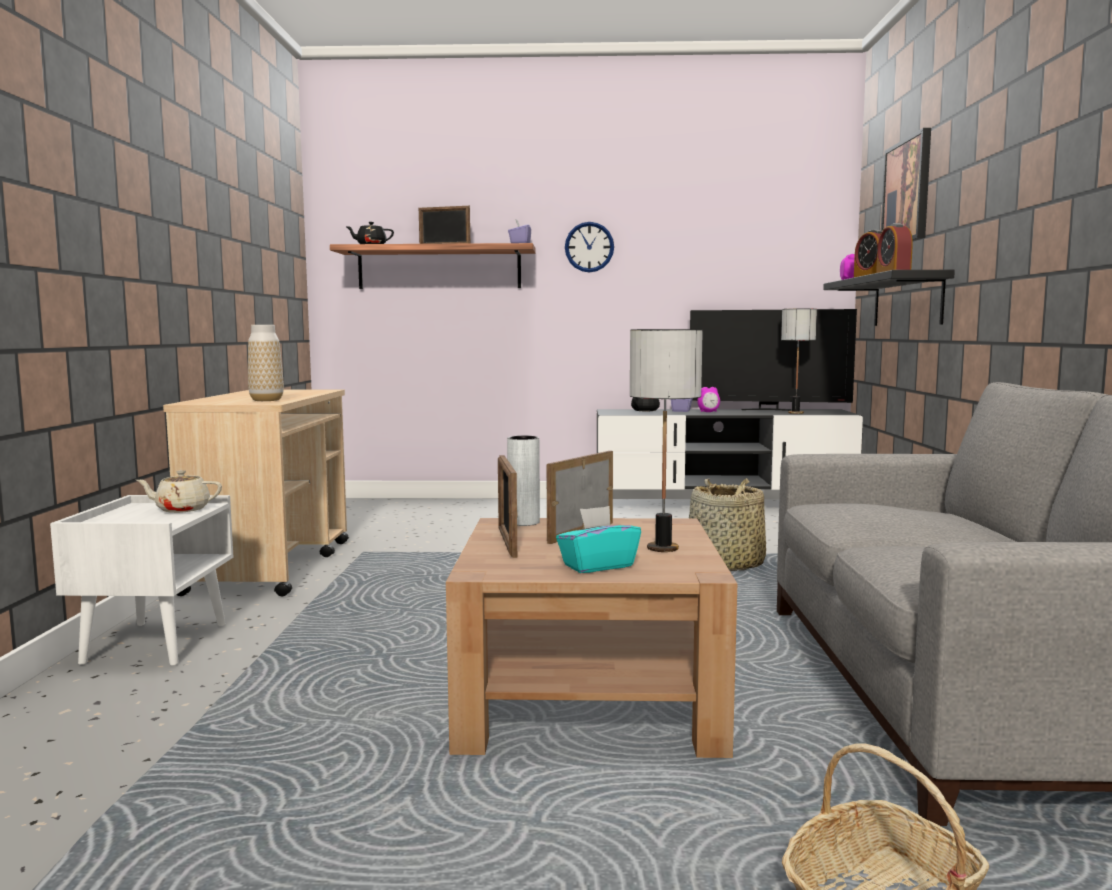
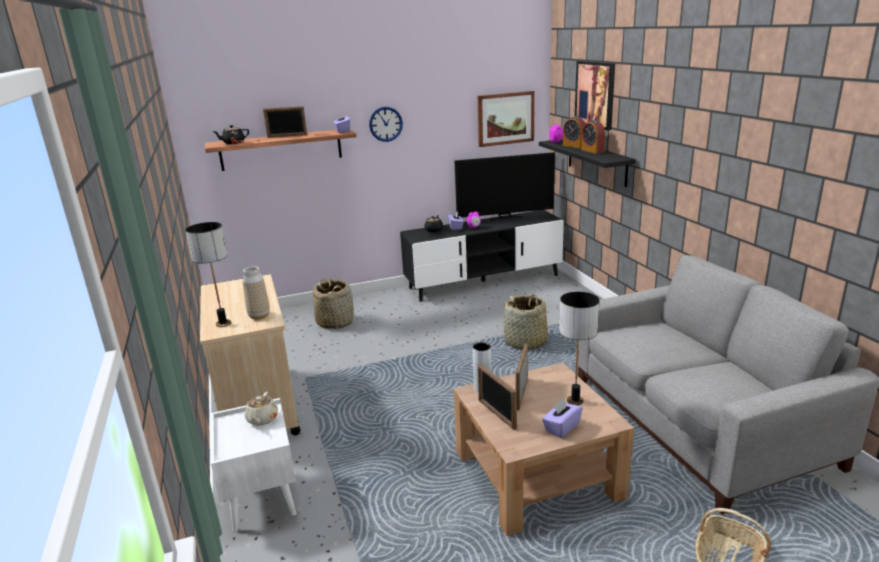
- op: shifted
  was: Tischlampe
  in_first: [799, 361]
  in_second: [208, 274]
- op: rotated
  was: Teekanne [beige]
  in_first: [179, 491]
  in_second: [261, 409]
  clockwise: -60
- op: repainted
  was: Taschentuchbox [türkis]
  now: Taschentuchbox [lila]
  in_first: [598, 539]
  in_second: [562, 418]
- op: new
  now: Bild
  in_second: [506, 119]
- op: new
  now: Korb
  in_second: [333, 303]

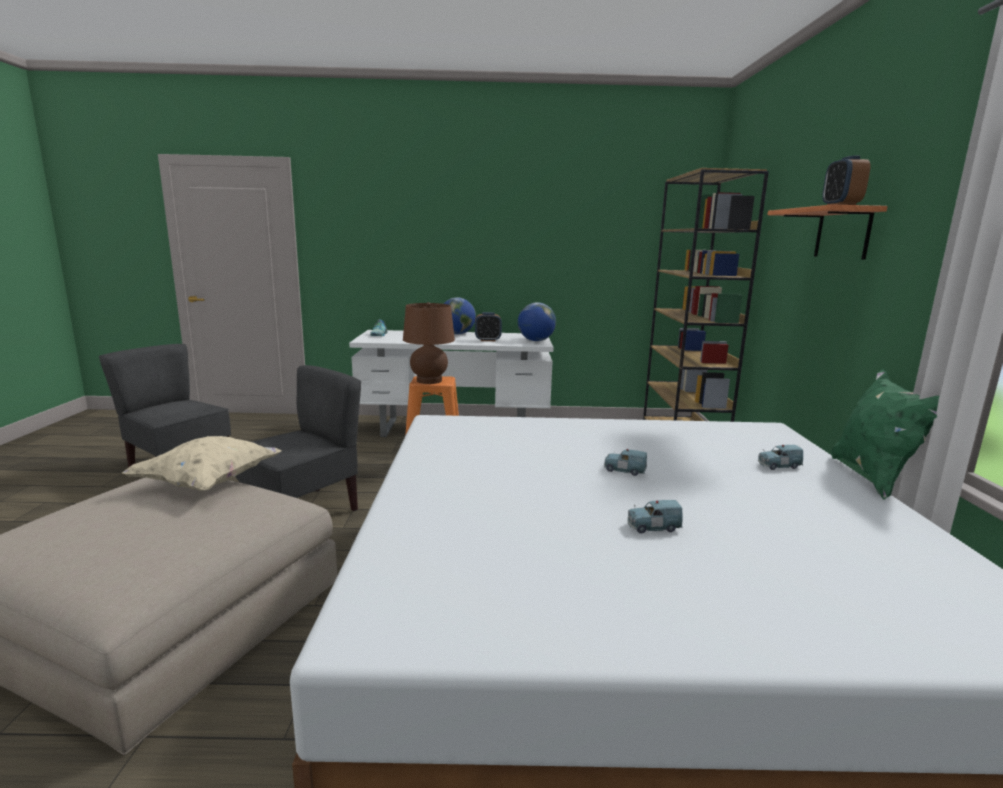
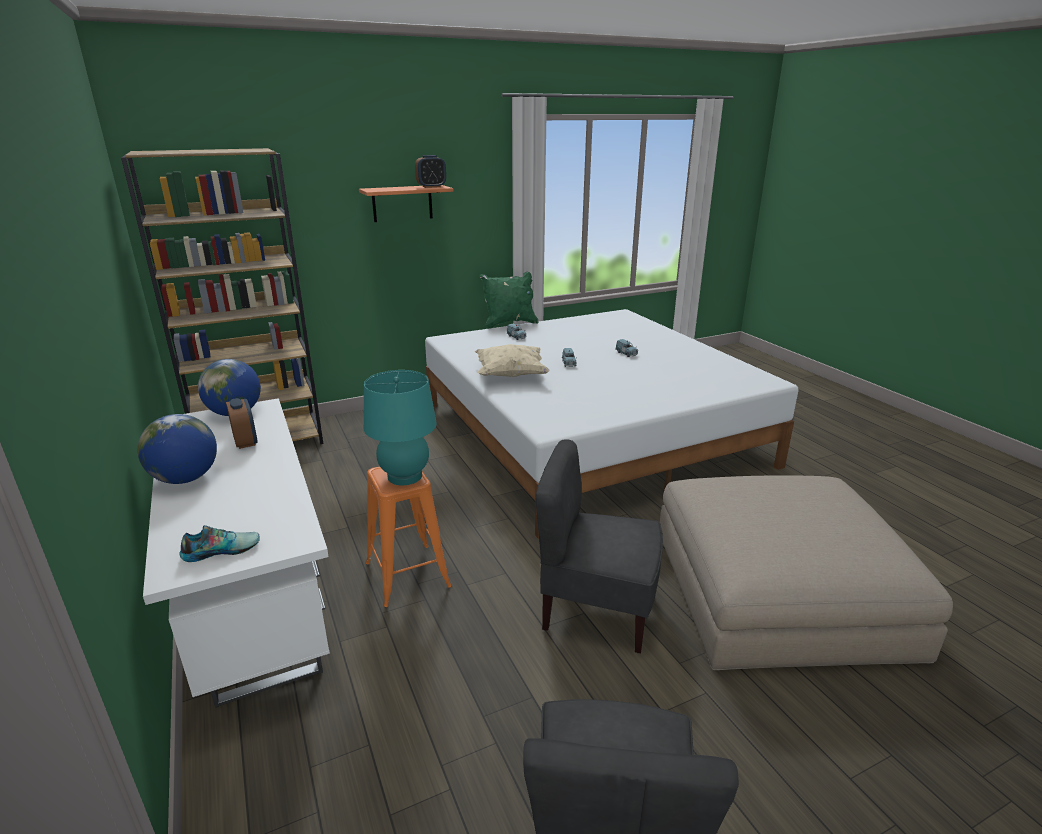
- op: repainted
  was: Tischlampe [braun]
  now: Tischlampe [türkis]
  in_first: [429, 343]
  in_second: [400, 427]
- op: shifted
  was: Kissen [beige]
  in_first: [202, 463]
  in_second: [512, 360]

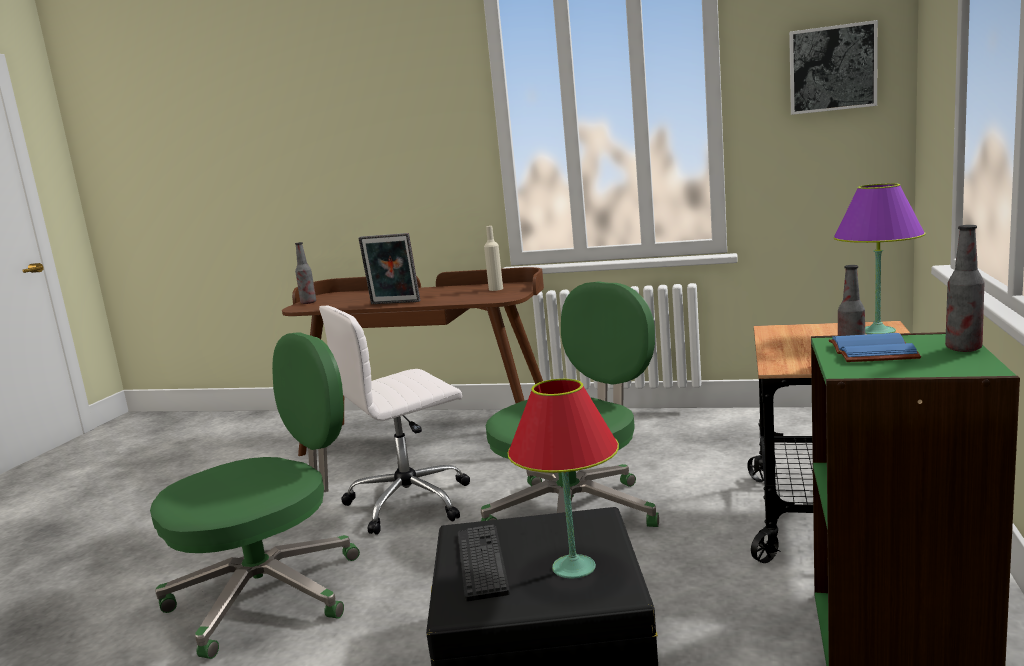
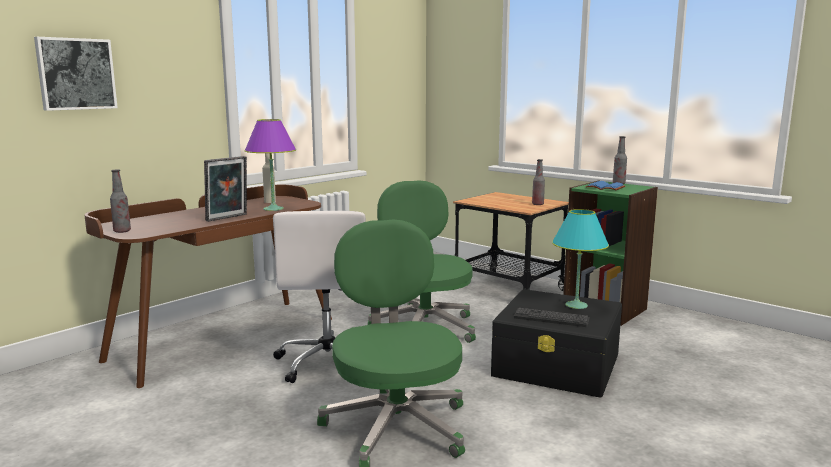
- op: shifted
  was: Bild
  in_first: [833, 67]
  in_second: [76, 74]
- op: shifted
  was: Tischlampe [lila]
  in_first: [879, 258]
  in_second: [270, 165]
- op: repainted
  was: Tischlampe [rot]
  now: Tischlampe [türkis]
  in_first: [563, 478]
  in_second: [580, 259]

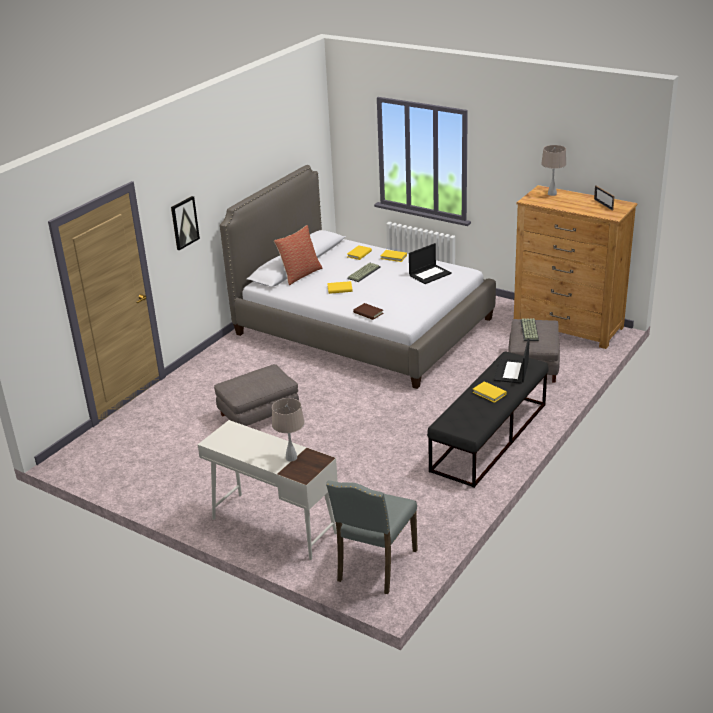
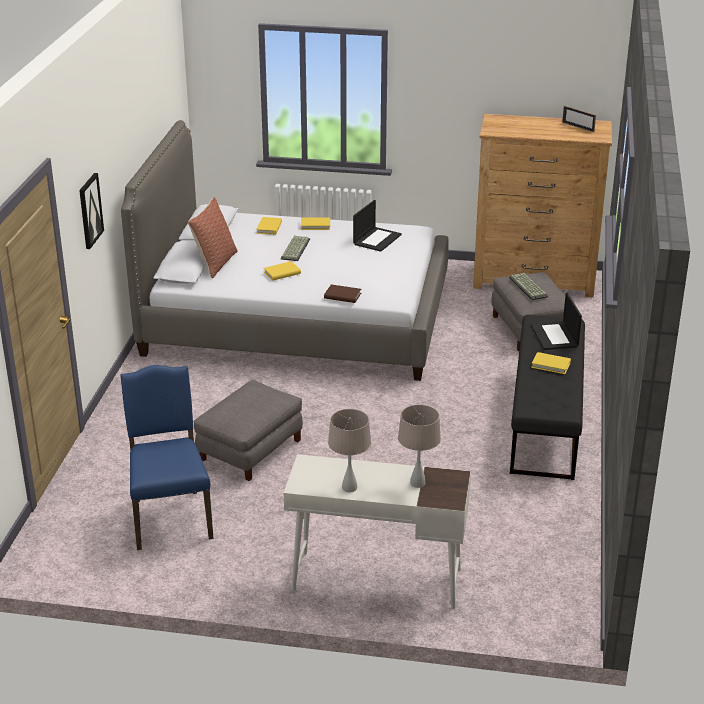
- op: shifted
  was: Tischlampe [beige]
  in_first: [553, 170]
  in_second: [349, 450]
- op: gone
  was: Stuhl [grau]
  in_first: [372, 537]
- op: new
  now: Stuhl [blau]
  in_second: [167, 457]

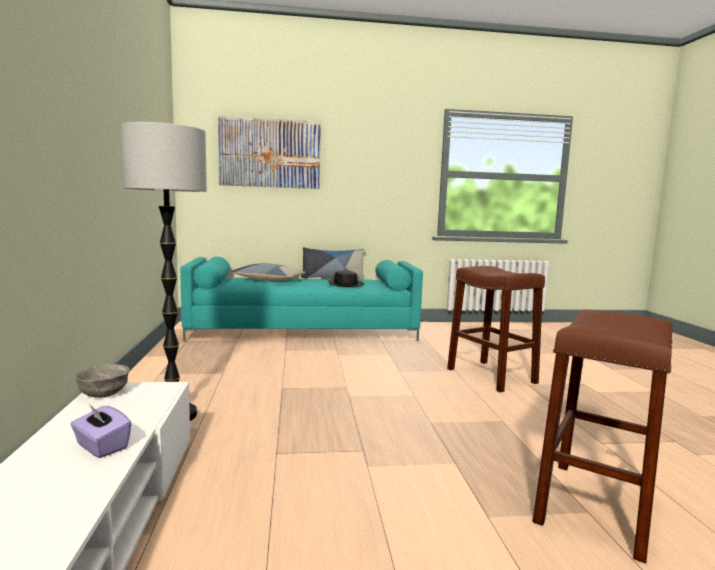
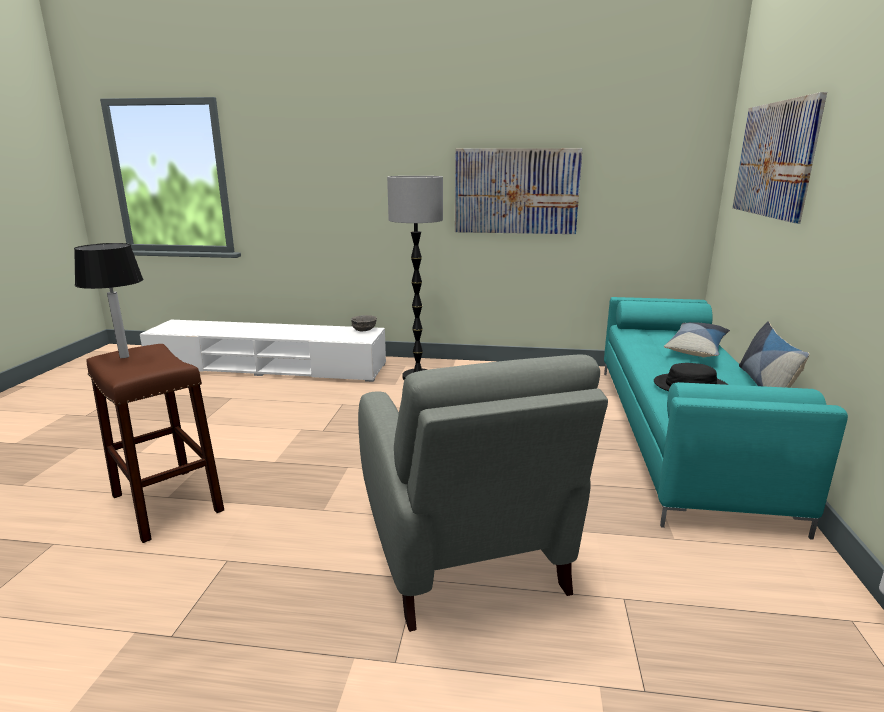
- op: swapped
  was: Hocker [braun]
  now: Sessel [grau]
  in_first: [496, 329]
  in_second: [483, 493]
- op: gone
  was: Taschentuchbox [lila]
  in_first: [100, 431]
- op: new
  now: Bild
  in_second: [519, 191]
- op: new
  now: Tischlampe
  in_second: [108, 300]

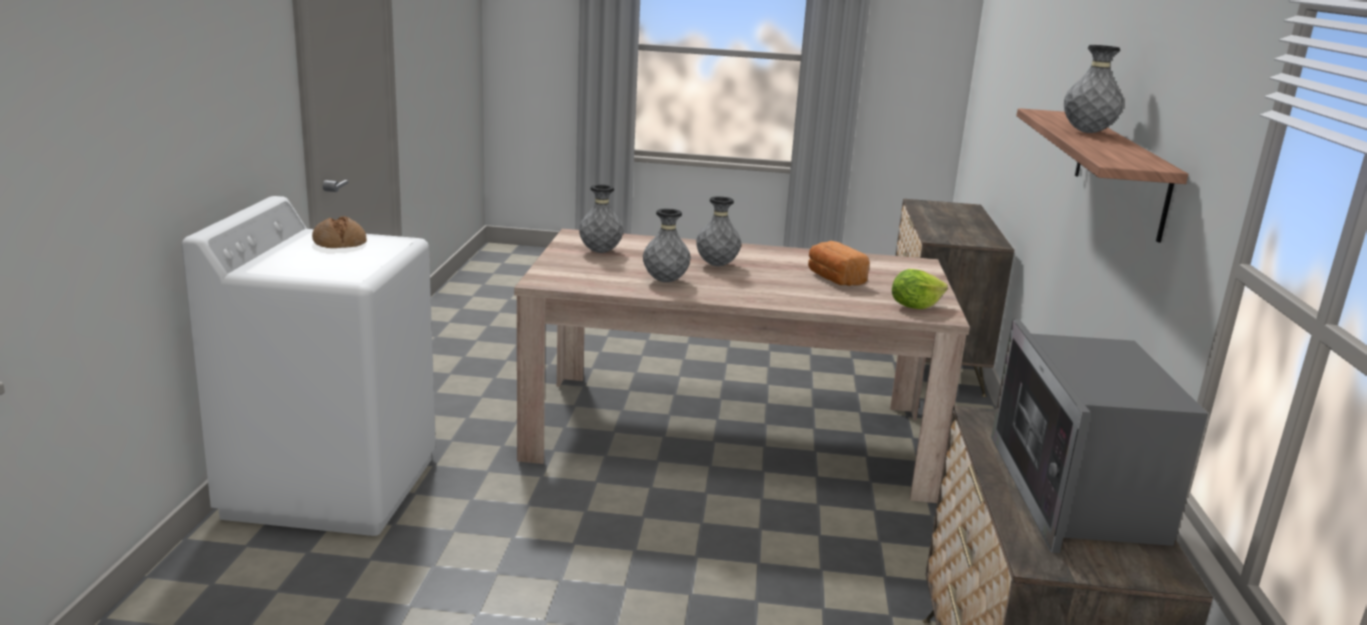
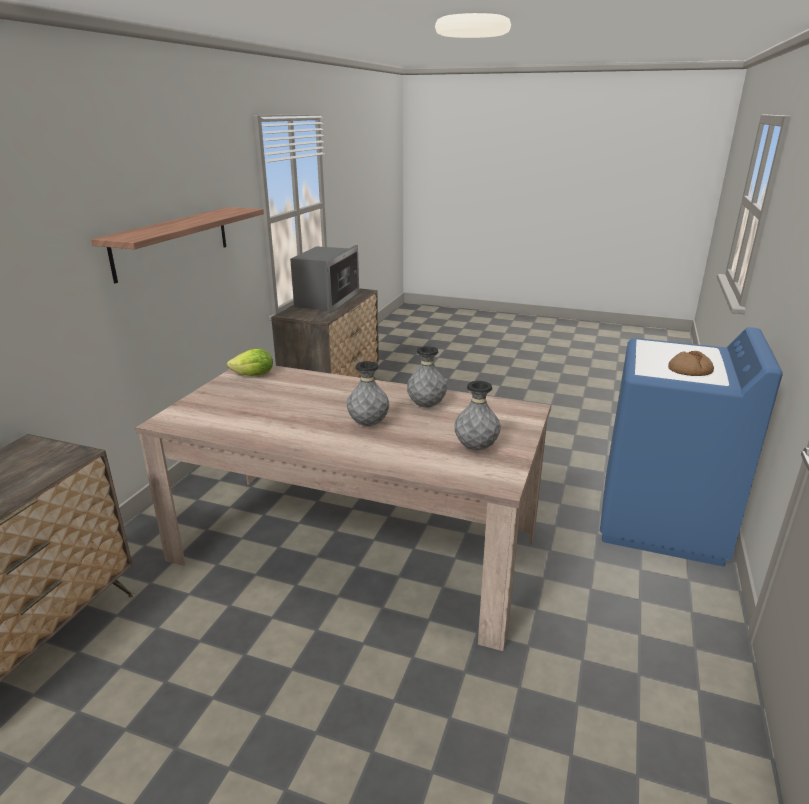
- op: gone
  was: Vase [grau]
  in_first: [1093, 89]
- op: repainted
  was: Waschmaschine [weiß]
  now: Waschmaschine [blau]
  in_first: [309, 366]
  in_second: [691, 447]
- op: gone
  was: Brot
  in_first: [839, 263]

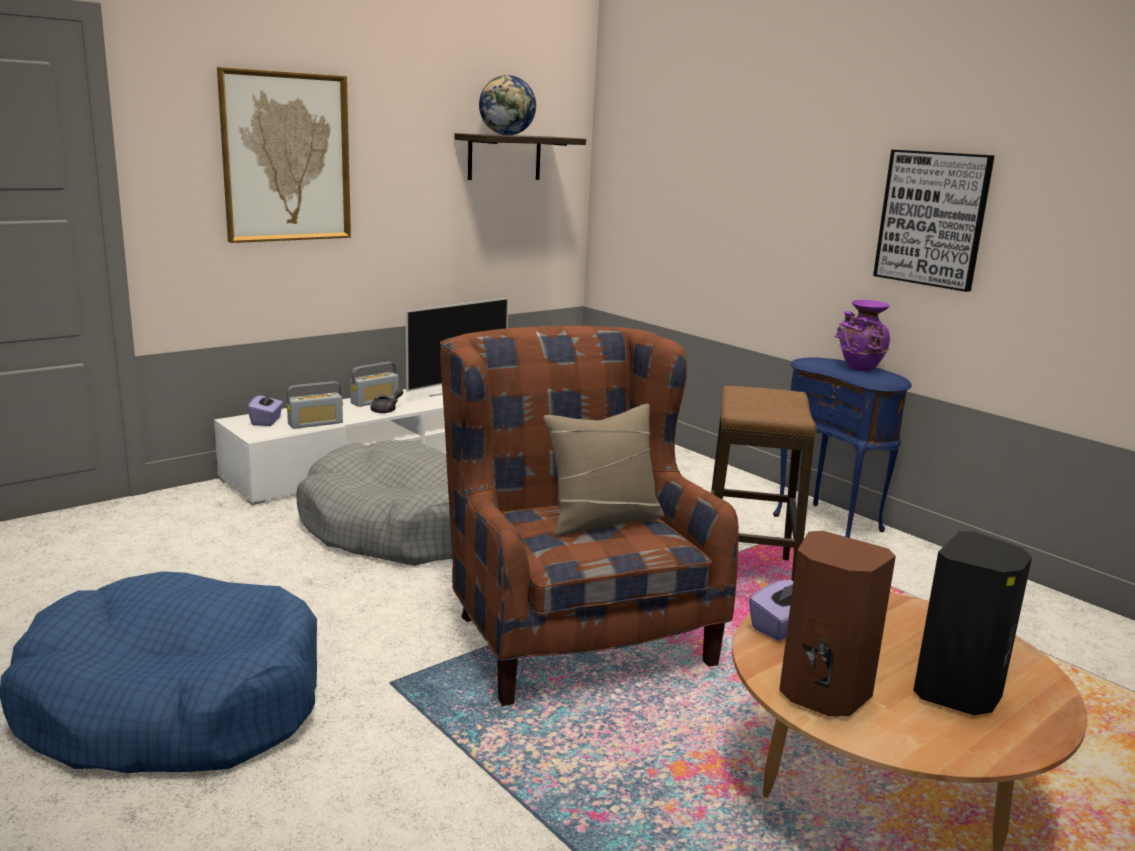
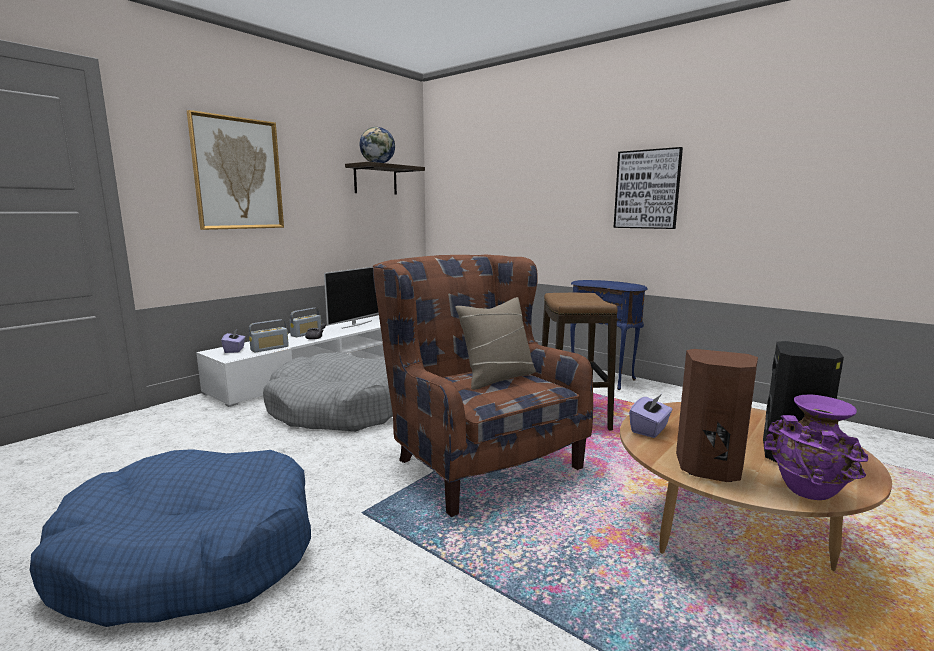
- op: shifted
  was: Vase [lila]
  in_first: [862, 335]
  in_second: [816, 447]

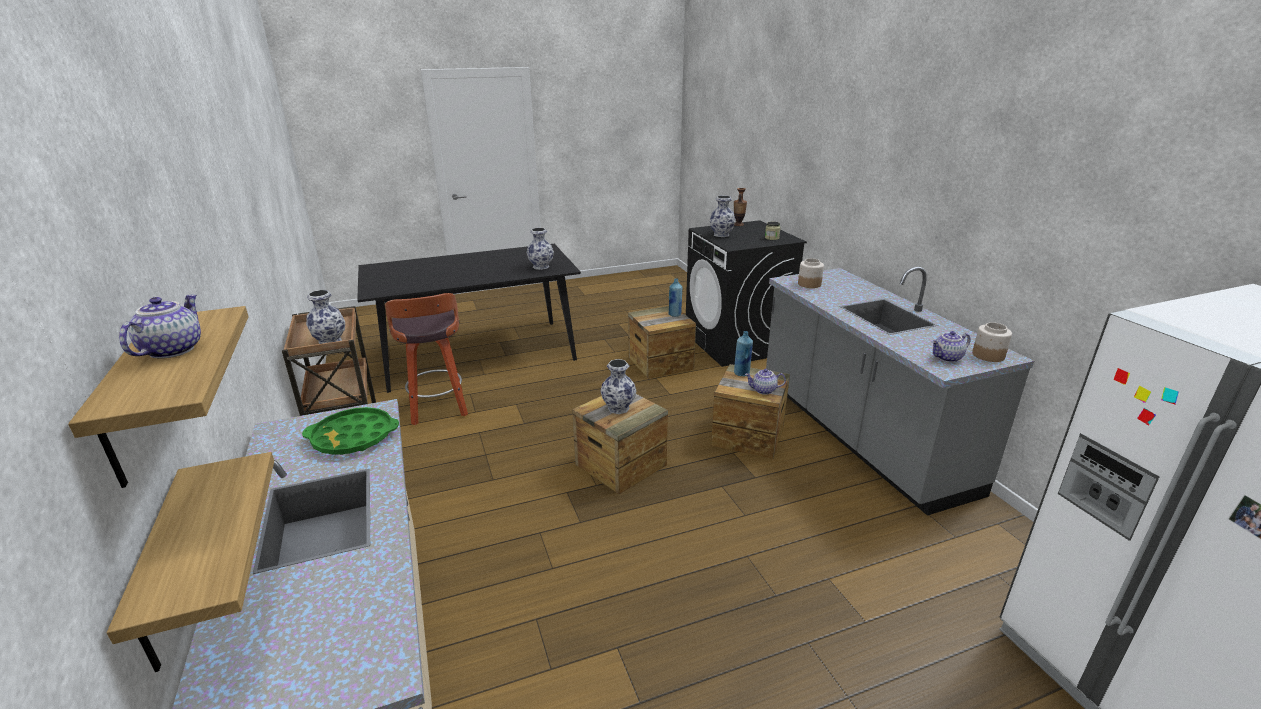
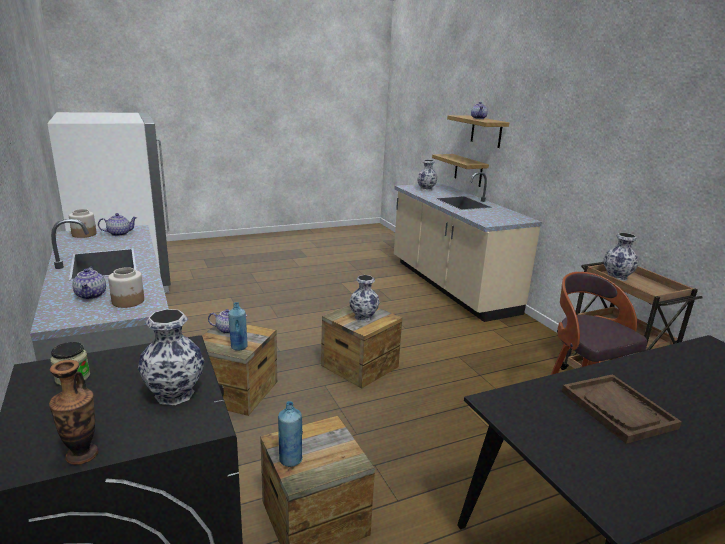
- op: shifted
  was: Vase
  in_first: [540, 249]
  in_second: [427, 175]
- op: gone
  was: Tablett [grün]
  in_first: [350, 431]
- op: new
  now: Teekanne
  in_second: [89, 283]
- op: new
  now: Tablett [braun]
  in_second: [622, 409]

